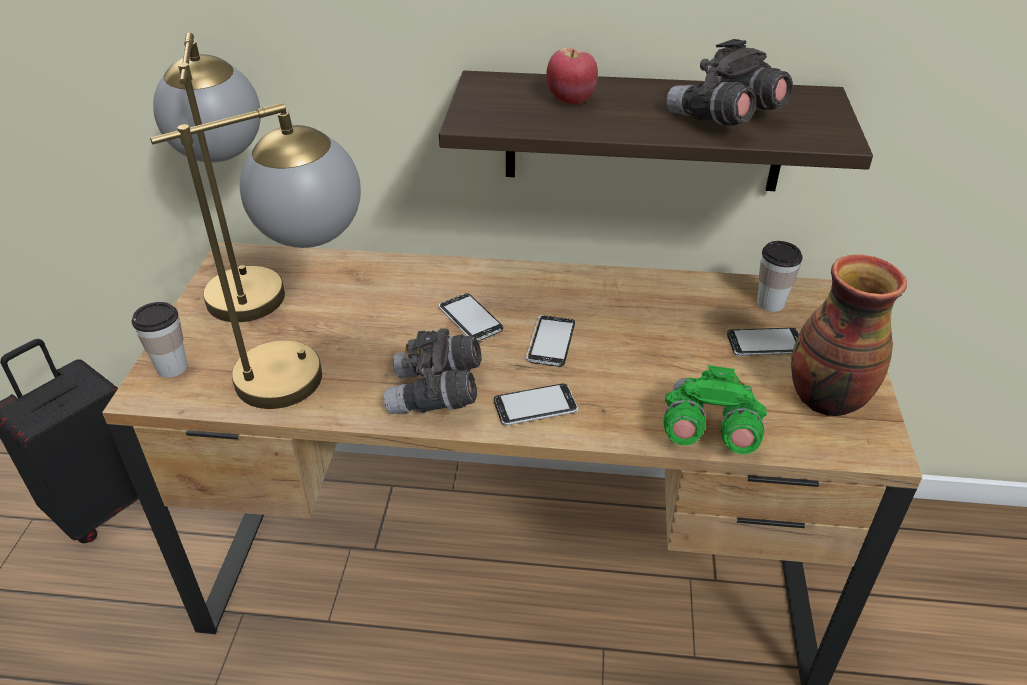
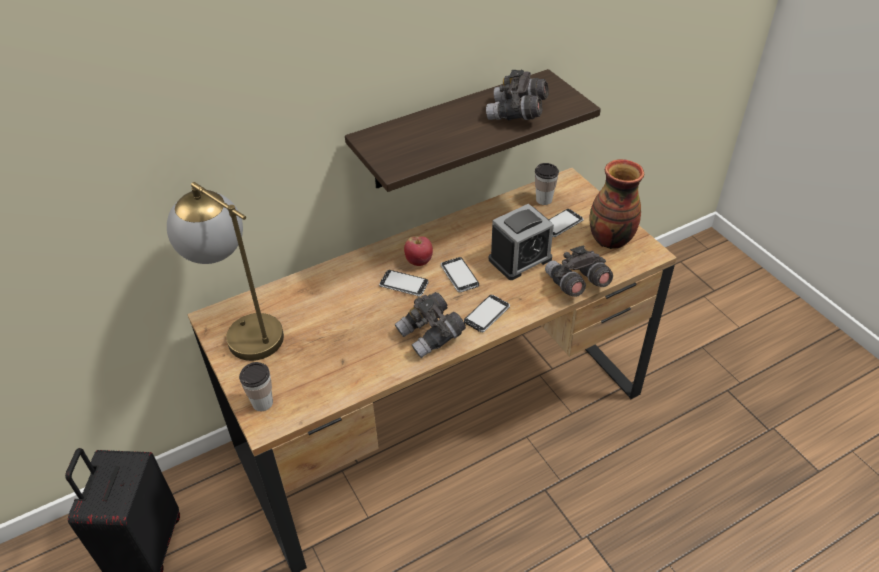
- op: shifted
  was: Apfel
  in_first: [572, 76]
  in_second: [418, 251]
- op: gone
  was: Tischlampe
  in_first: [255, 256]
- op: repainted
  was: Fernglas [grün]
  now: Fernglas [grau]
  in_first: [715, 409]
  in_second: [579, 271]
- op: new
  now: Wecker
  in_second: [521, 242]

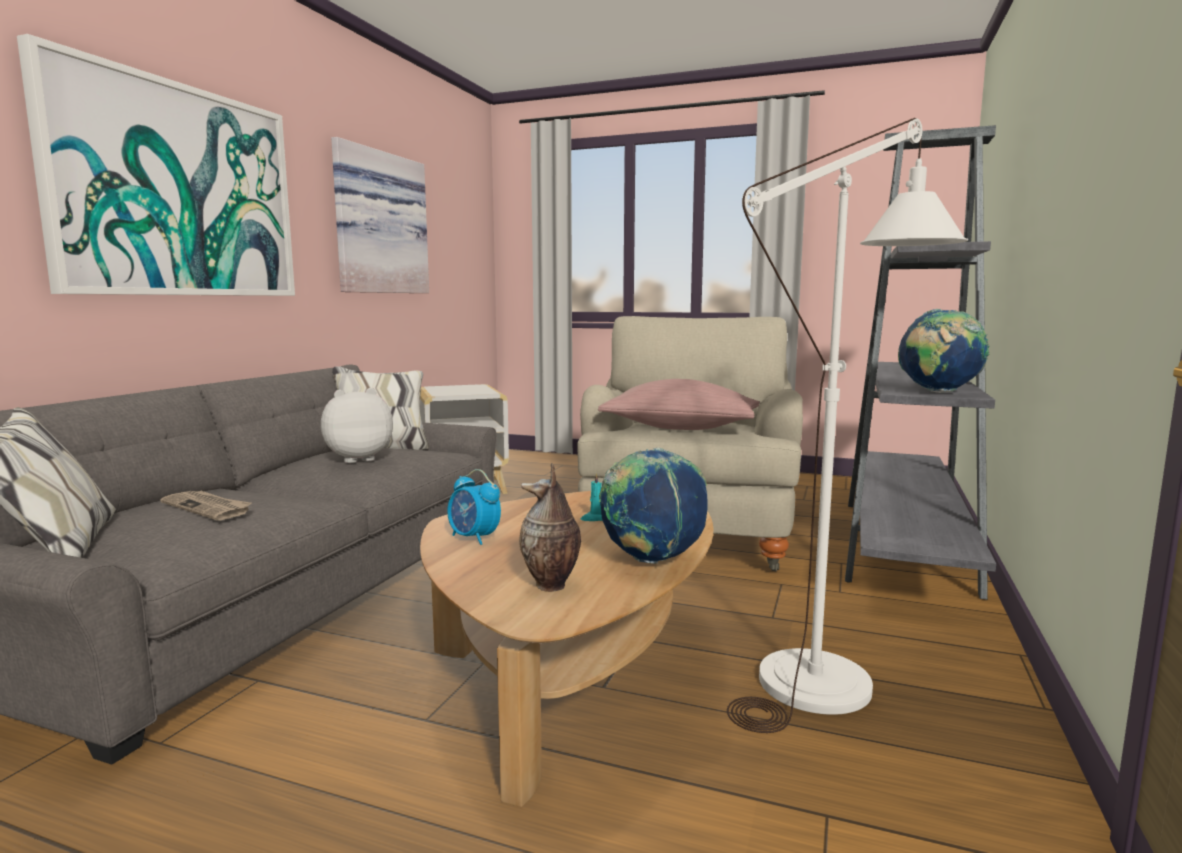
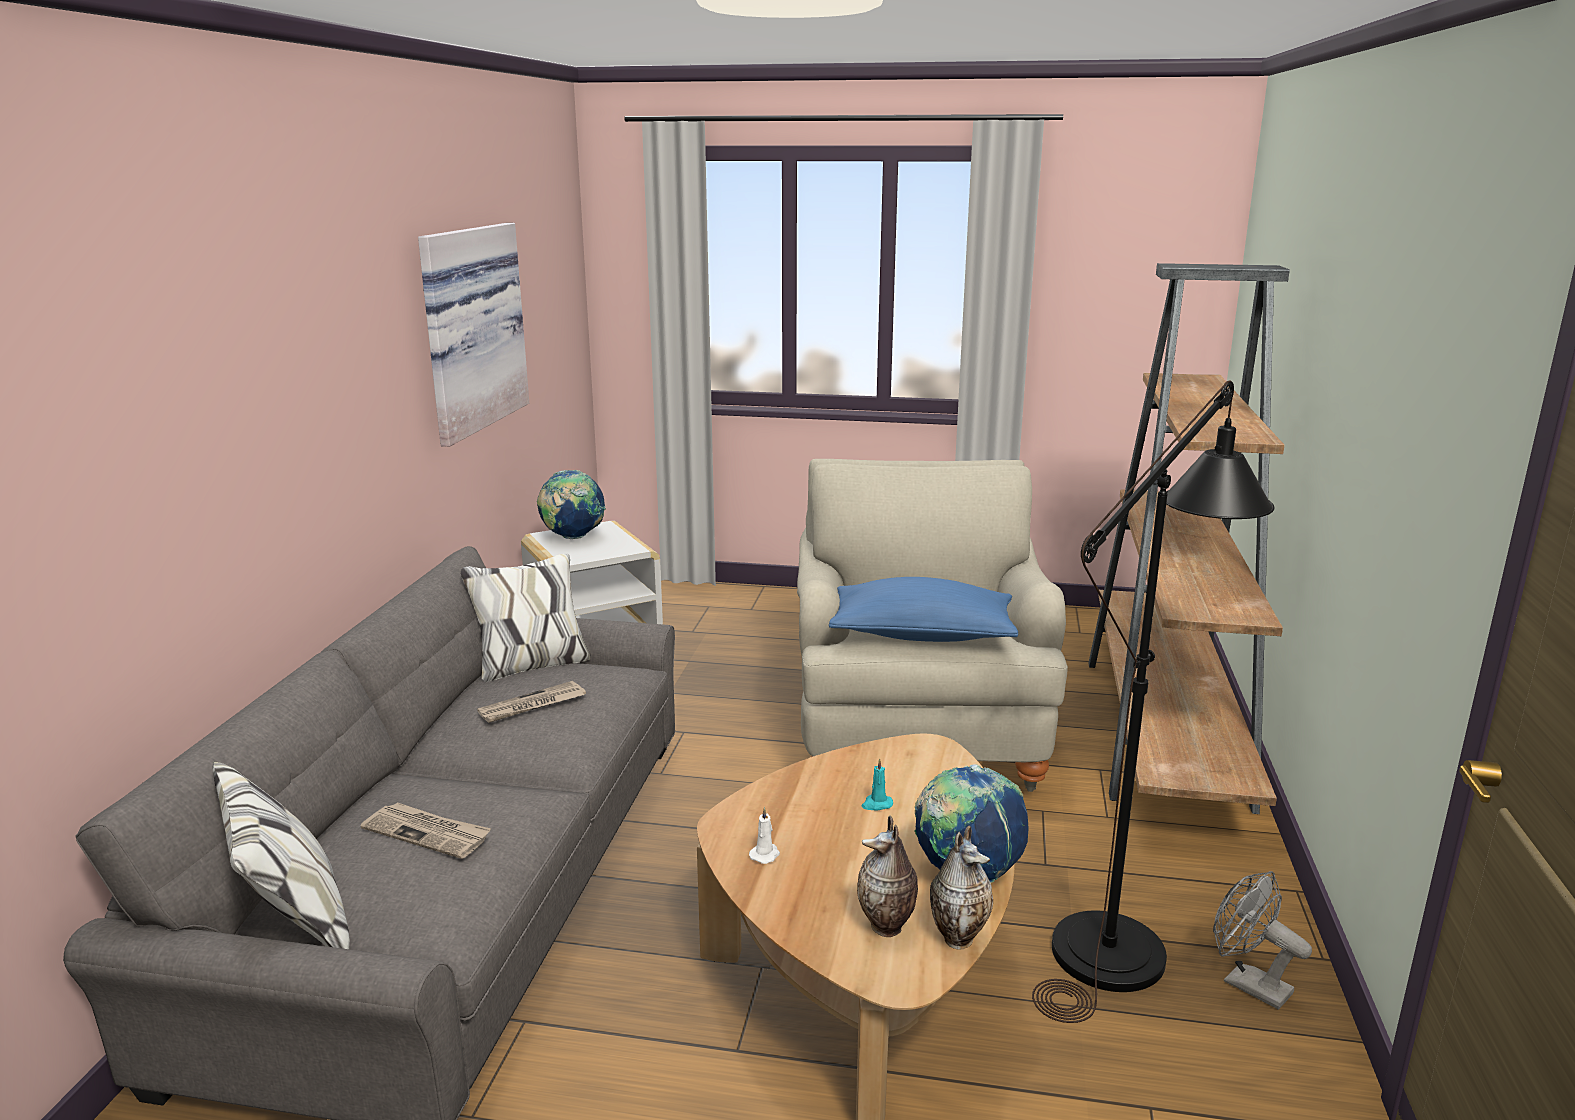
- op: gone
  was: Bild
  in_first: [156, 165]
- op: repainted
  was: Stehlampe [weiß]
  now: Stehlampe [schwarz]
  in_first: [847, 425]
  in_second: [1153, 701]
- op: repainted
  was: Bücherregal [grau]
  now: Bücherregal [braun]
  in_first: [920, 362]
  in_second: [1189, 538]
- op: shifted
  was: Globus
  in_first: [944, 351]
  in_second: [571, 504]
- op: repainted
  was: Kissen [rosa]
  now: Kissen [blau]
  in_first: [679, 404]
  in_second: [923, 609]
- op: swapped
  was: Plüschtier
  now: Zeitung
  in_first: [357, 425]
  in_second: [531, 702]
- op: swapped
  was: Wecker
  now: Kerze [weiß]
  in_first: [474, 507]
  in_second: [764, 835]
- op: new
  now: Vase
  in_second: [961, 887]
- op: new
  now: Ventilator [grau]
  in_second: [1262, 940]

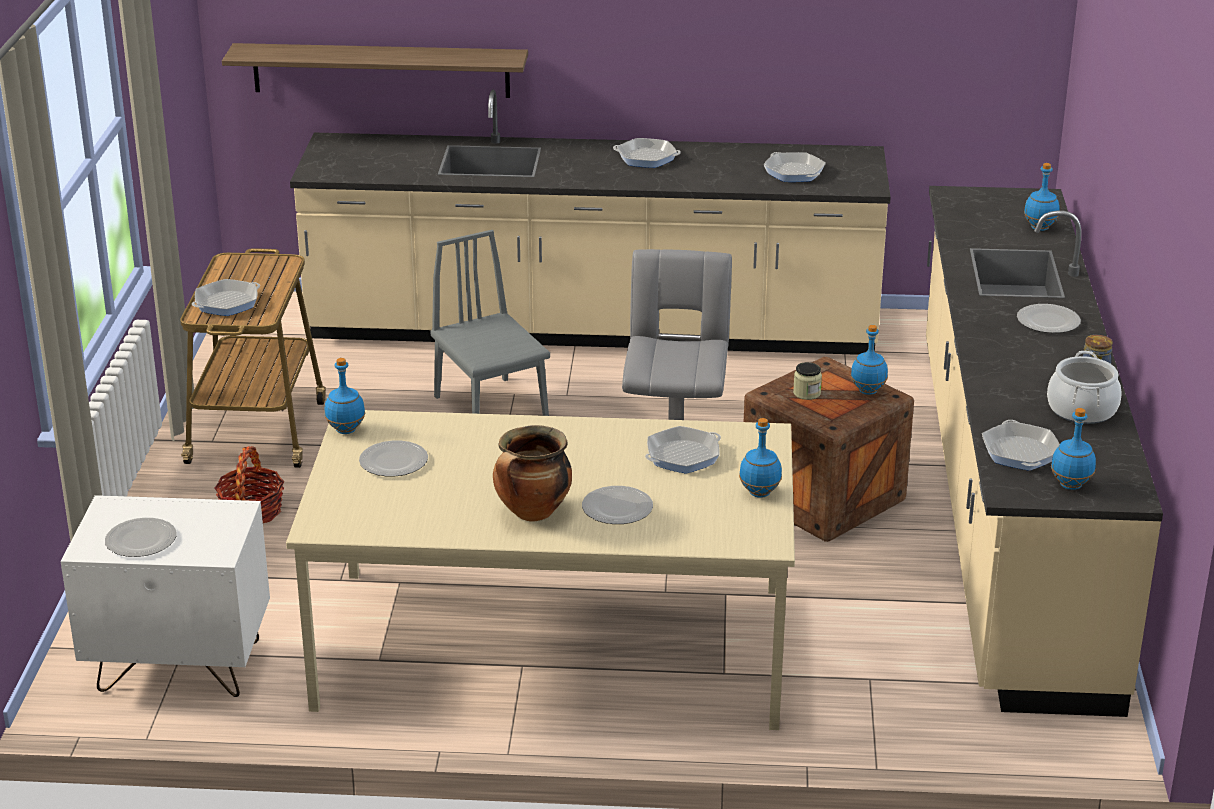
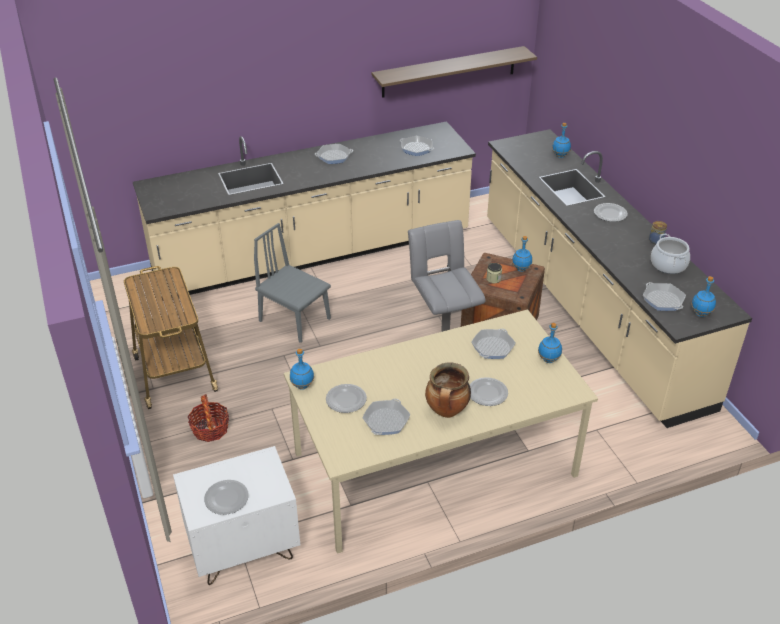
- op: shifted
  was: Wandregal
  in_first: [375, 70]
  in_second: [454, 72]
- op: shifted
  was: Pfanne
  in_first: [226, 297]
  in_second: [386, 417]

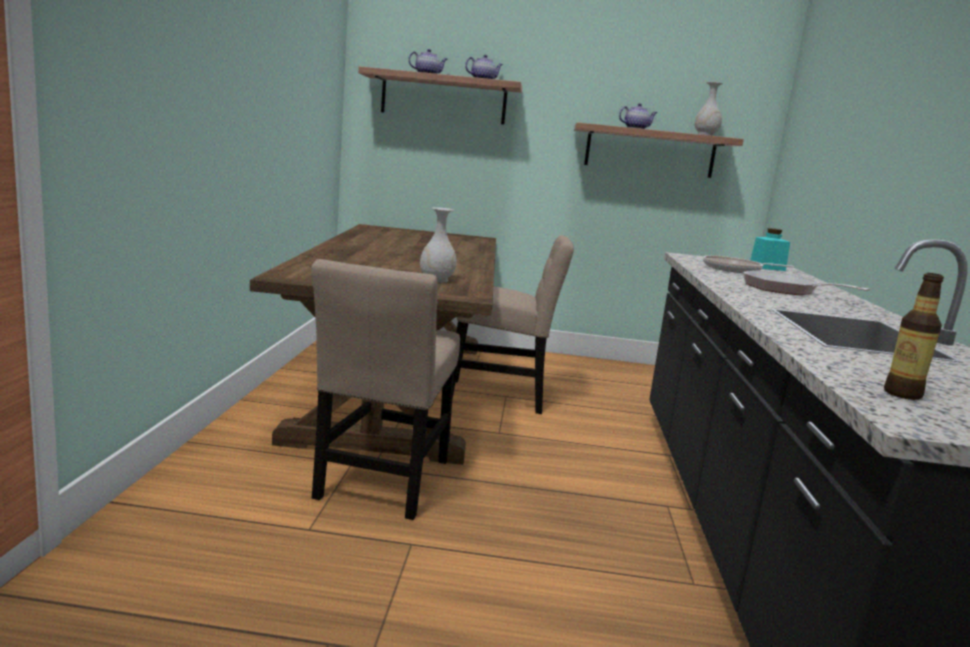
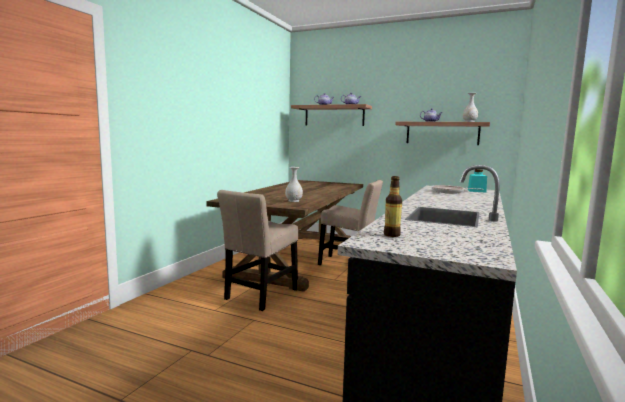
- op: gone
  was: Pfanne
  in_first: [806, 283]

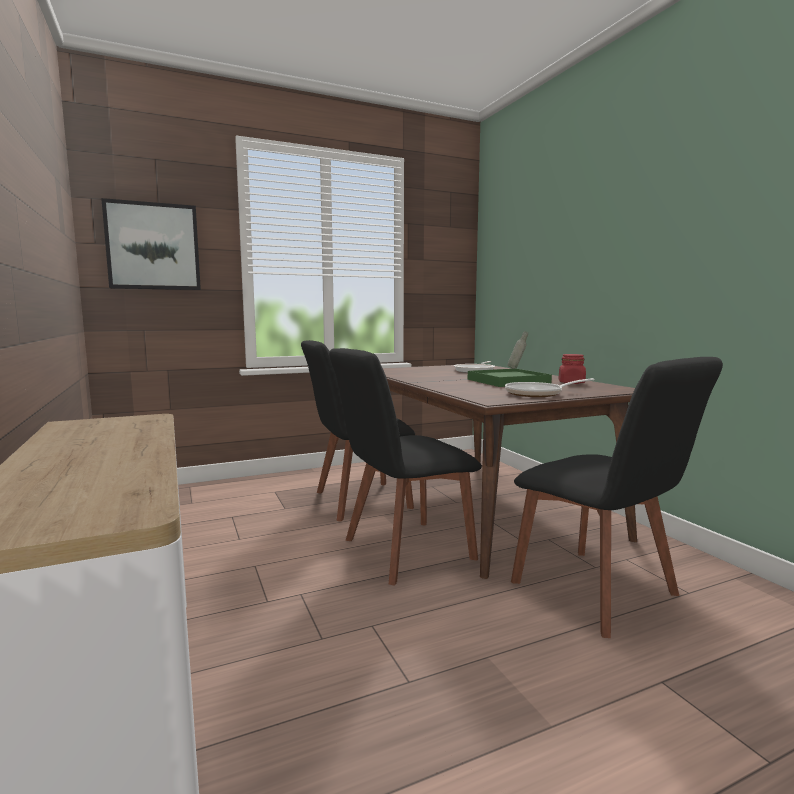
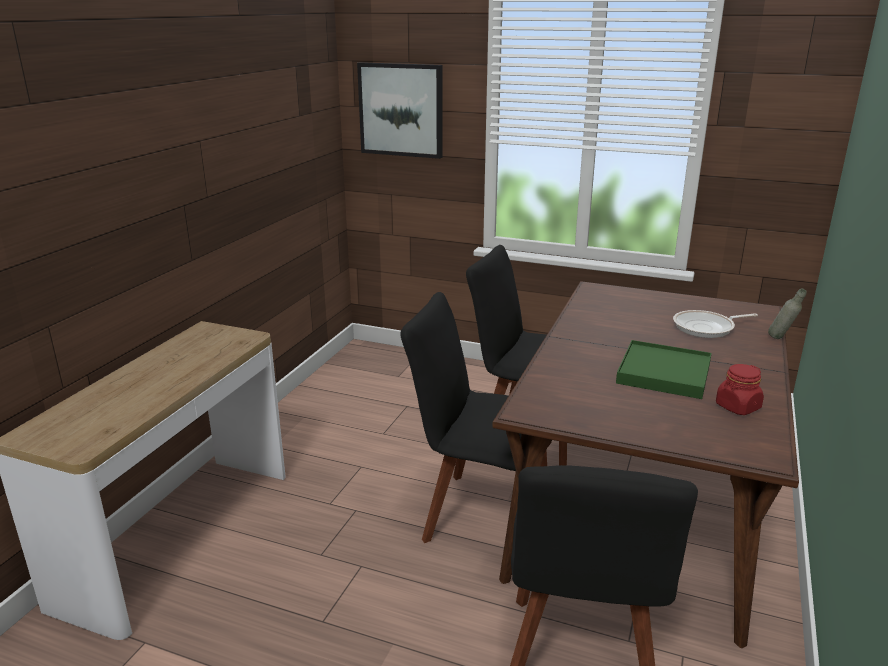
- op: gone
  was: Pfanne
  in_first: [550, 387]

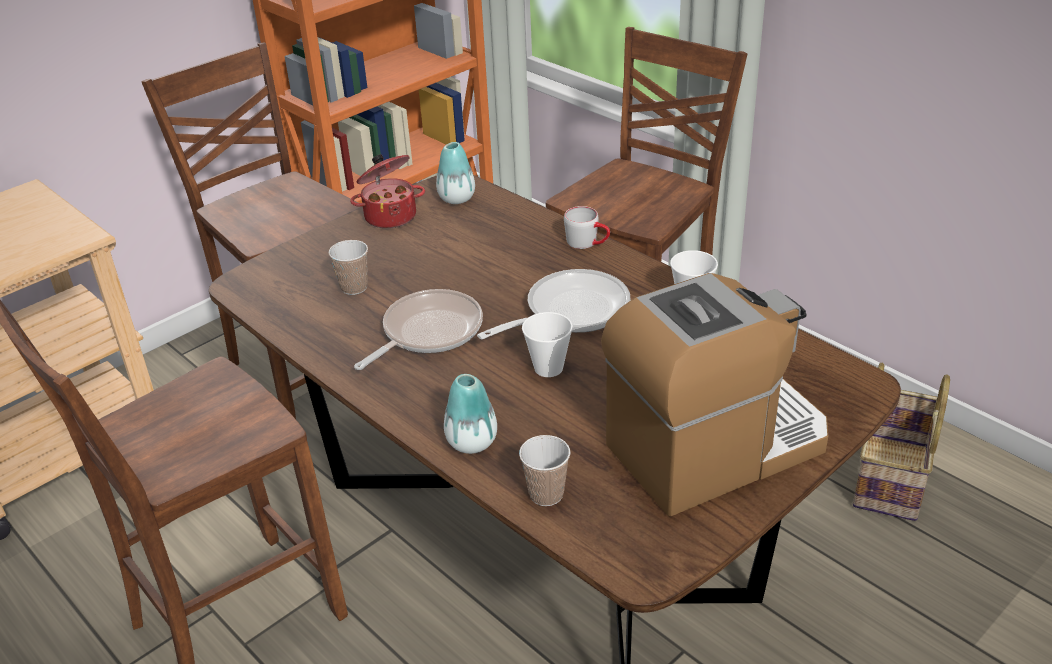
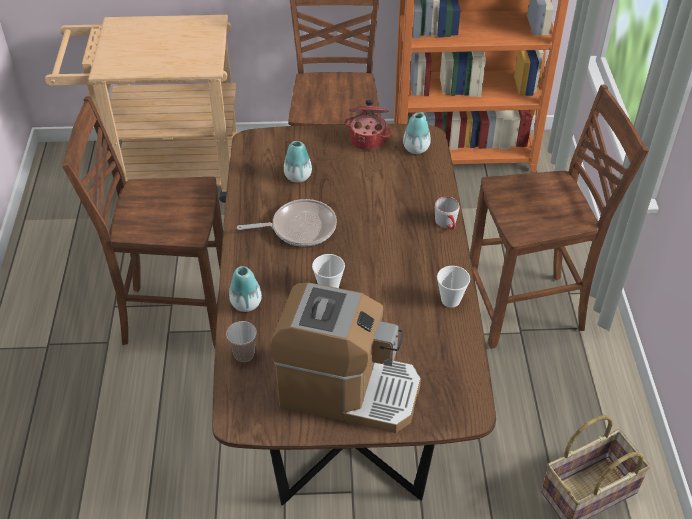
- op: swapped
  was: Tasse
  now: Vase
  in_first: [348, 267]
  in_second: [298, 162]
- op: gone
  was: Pfanne
  in_first: [554, 304]

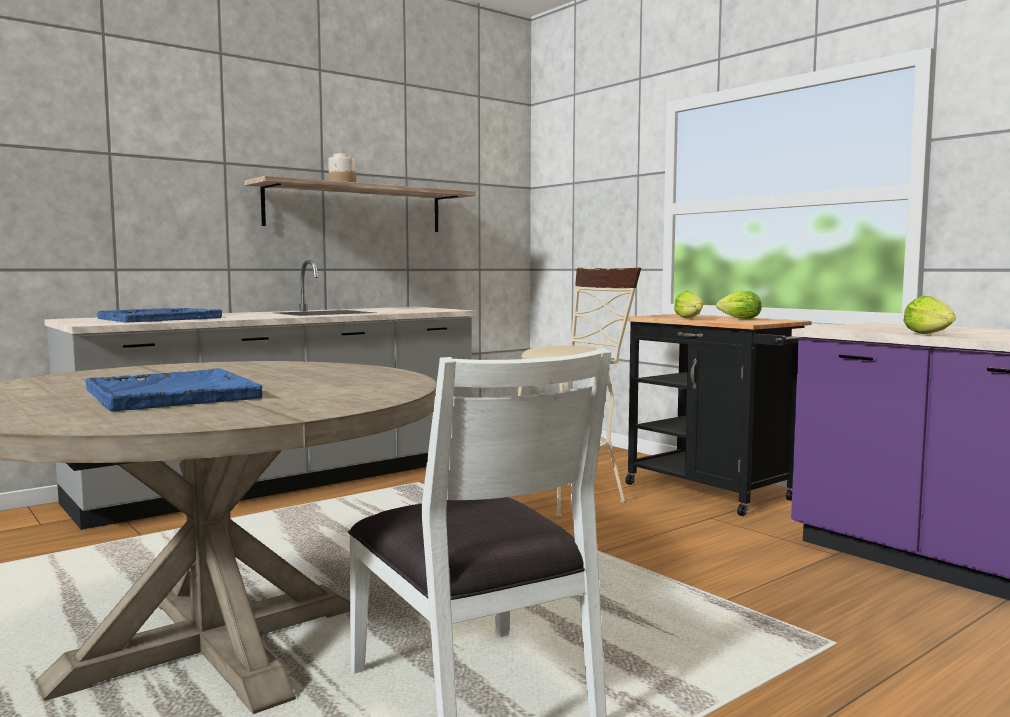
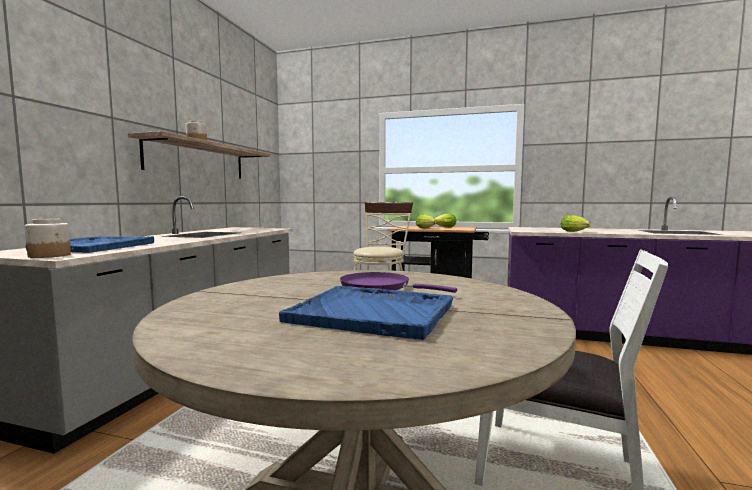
- op: new
  now: Vorratsglas
  in_second: [48, 238]
- op: new
  now: Pfanne [lila]
  in_second: [398, 282]

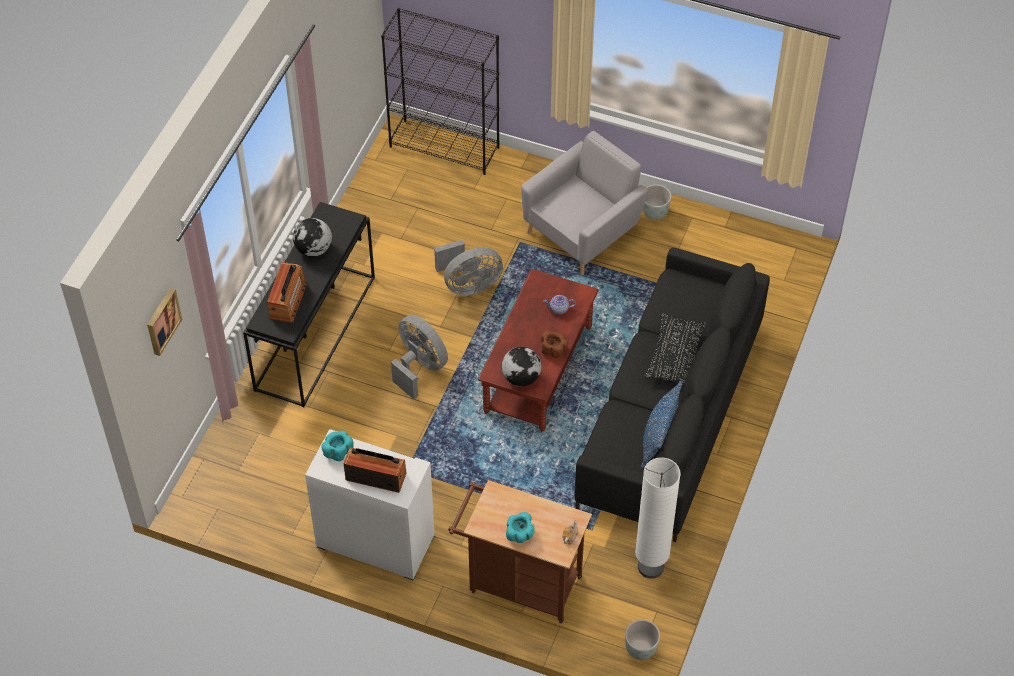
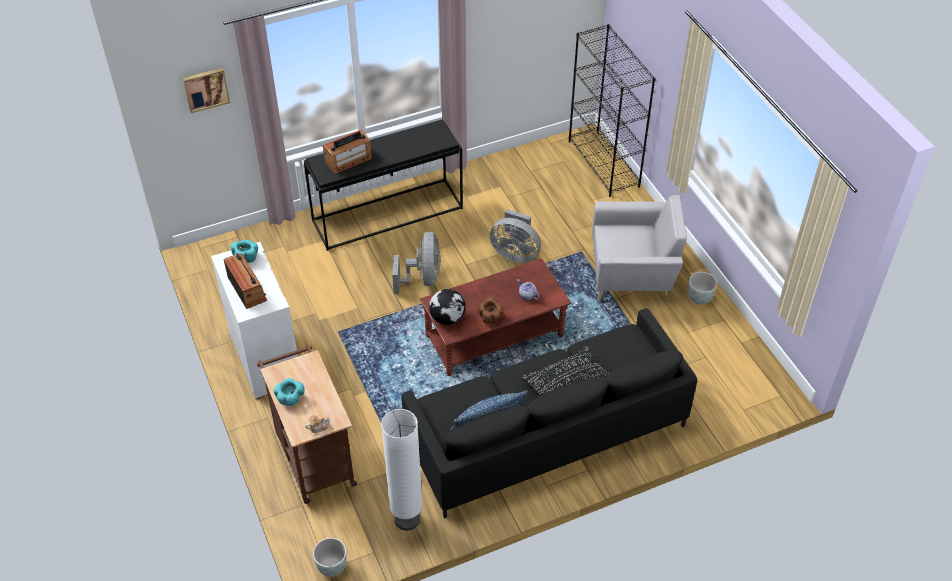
- op: gone
  was: Globus
  in_first: [312, 237]

